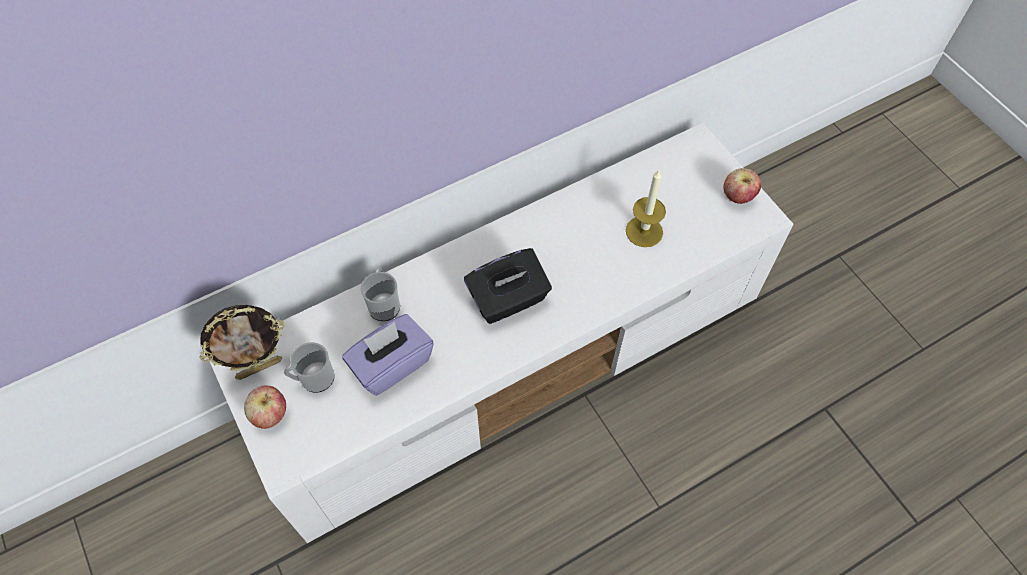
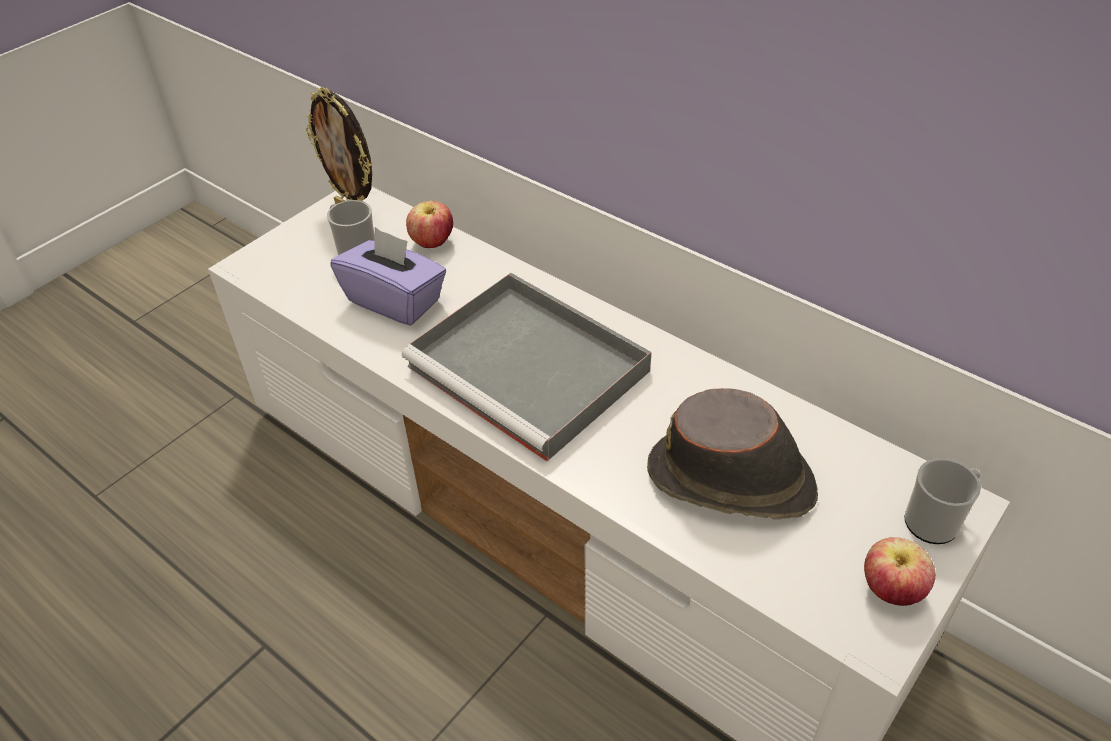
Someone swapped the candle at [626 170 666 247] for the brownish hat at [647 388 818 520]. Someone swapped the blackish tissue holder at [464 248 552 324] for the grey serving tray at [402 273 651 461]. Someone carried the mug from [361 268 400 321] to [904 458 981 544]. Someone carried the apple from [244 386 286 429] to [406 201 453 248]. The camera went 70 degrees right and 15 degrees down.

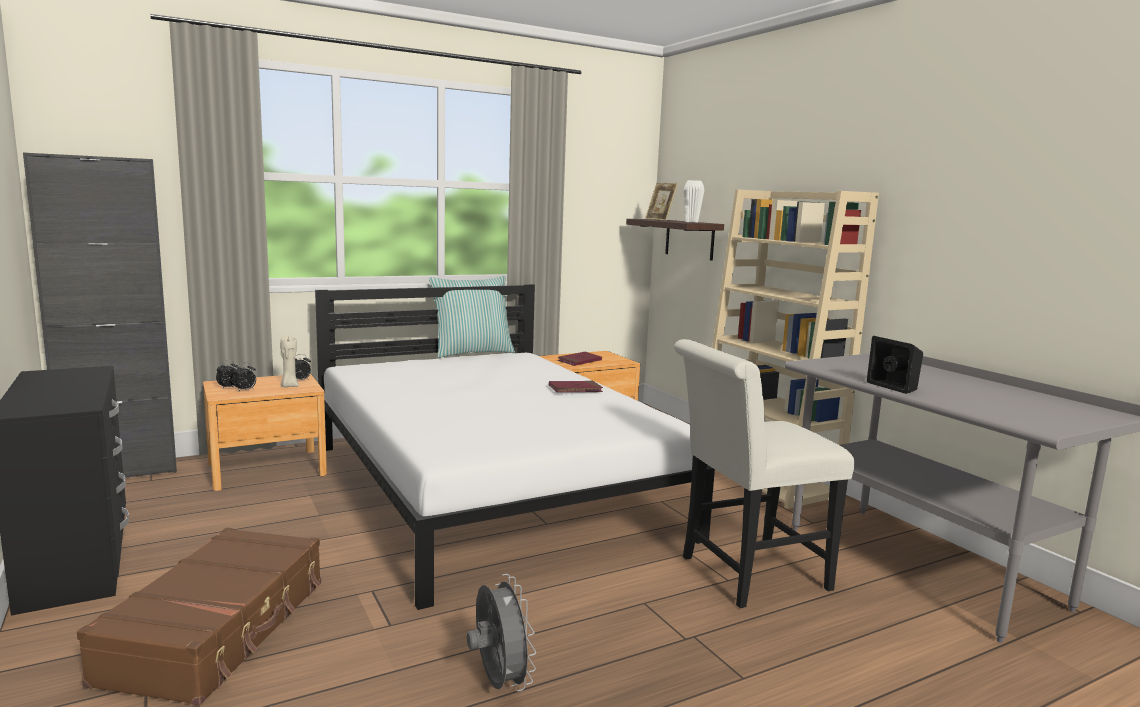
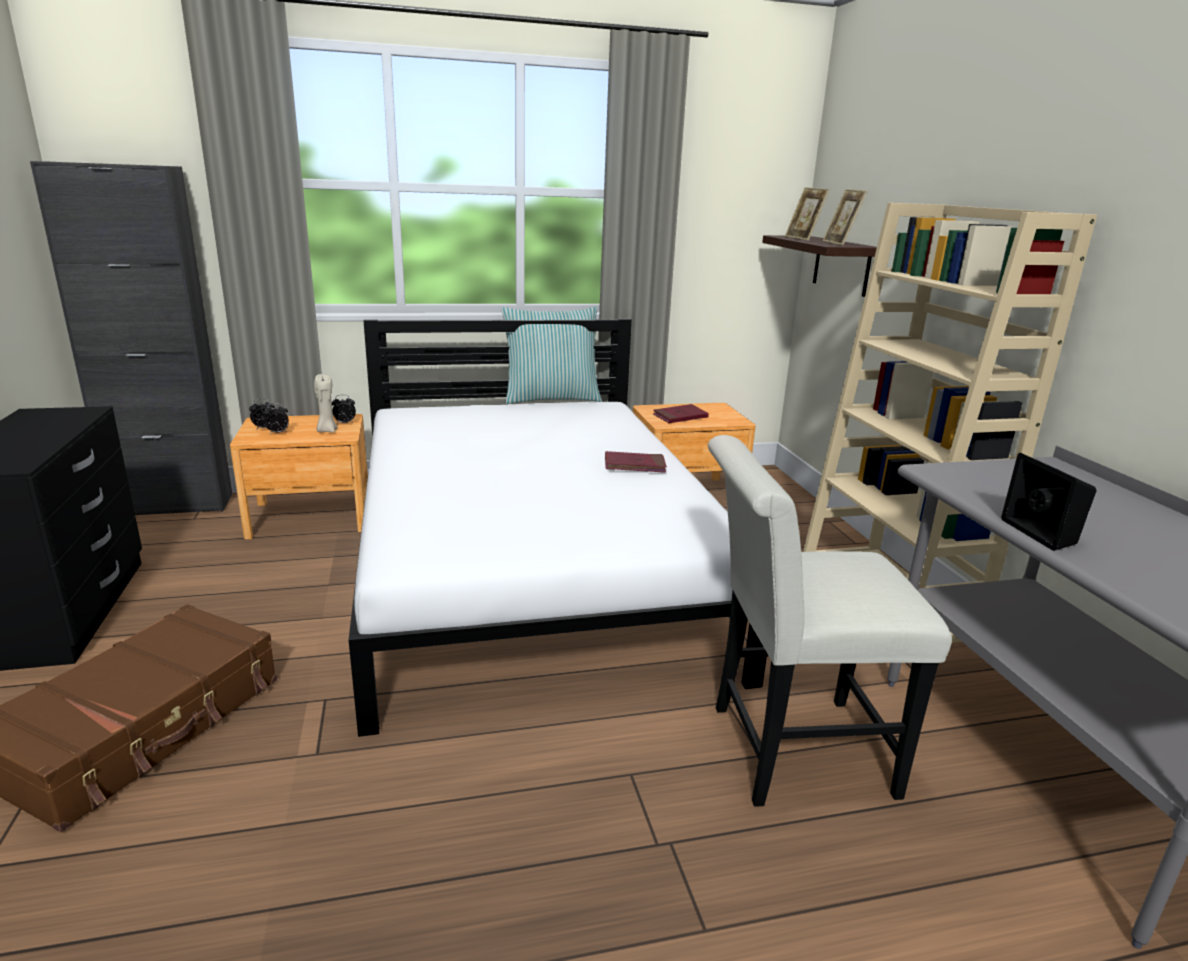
Someone swapped the whitish vase at [684 180 704 223] for the standing frame at [823 189 868 246]. Someone took away the grey fan at [467 574 536 692]. The camera went 15 degrees right and 10 degrees up.

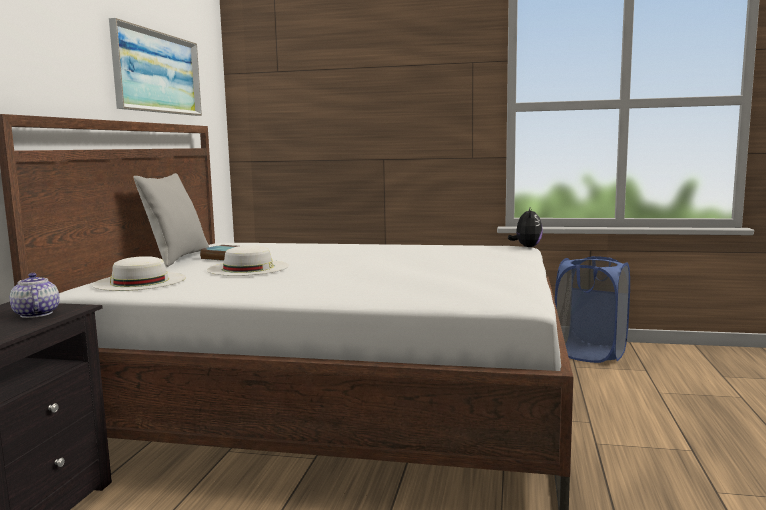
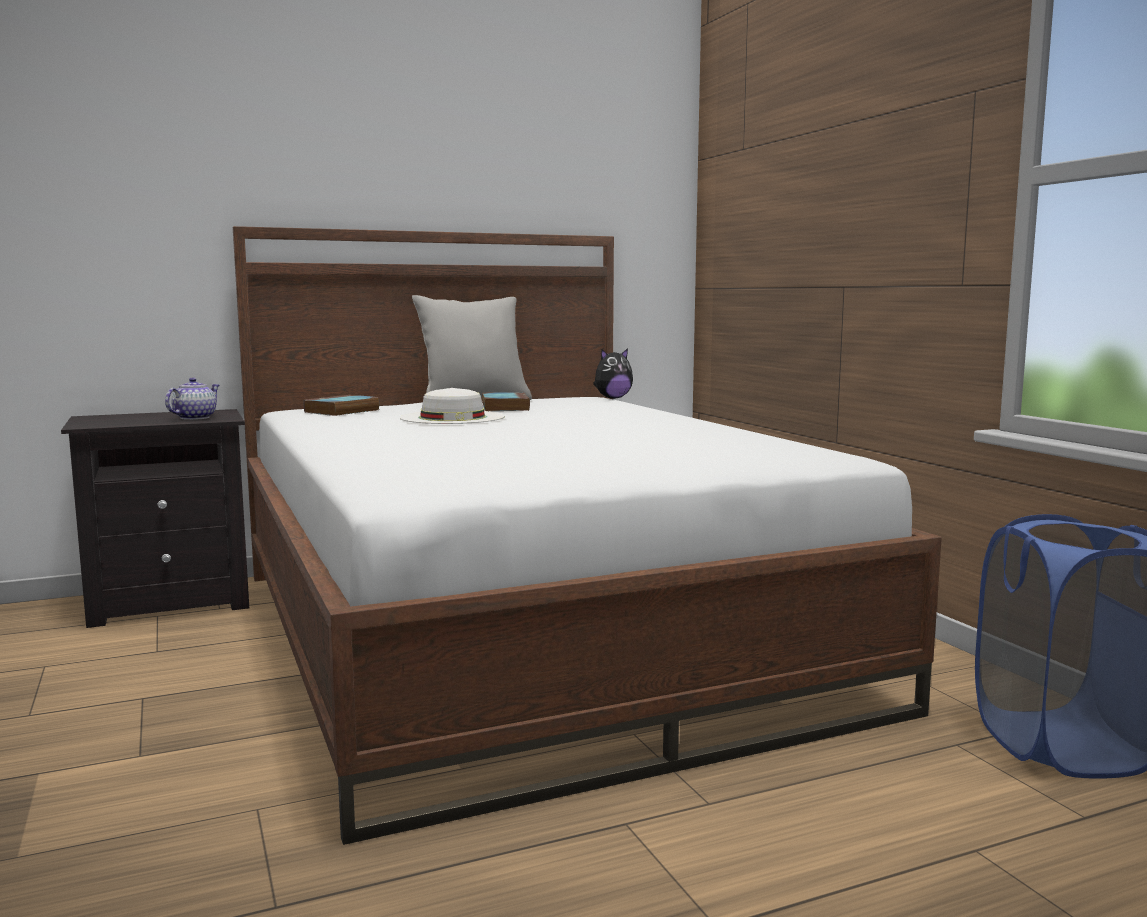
Someone took away the wall picture at [109 18 202 116]. Someone carried the cuddly toy from [508 208 543 247] to [593 349 633 399]. Someone swapped the whitish hat at [92 256 186 291] for the book at [303 395 380 416]. The camera went 55 degrees right and 0 degrees up.

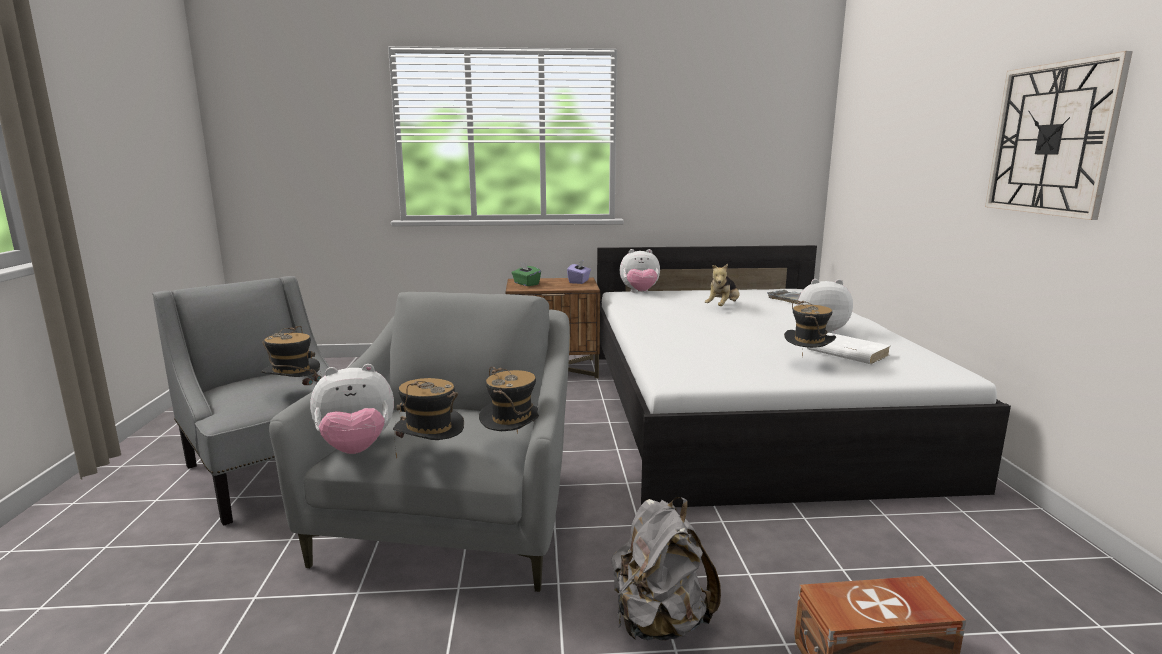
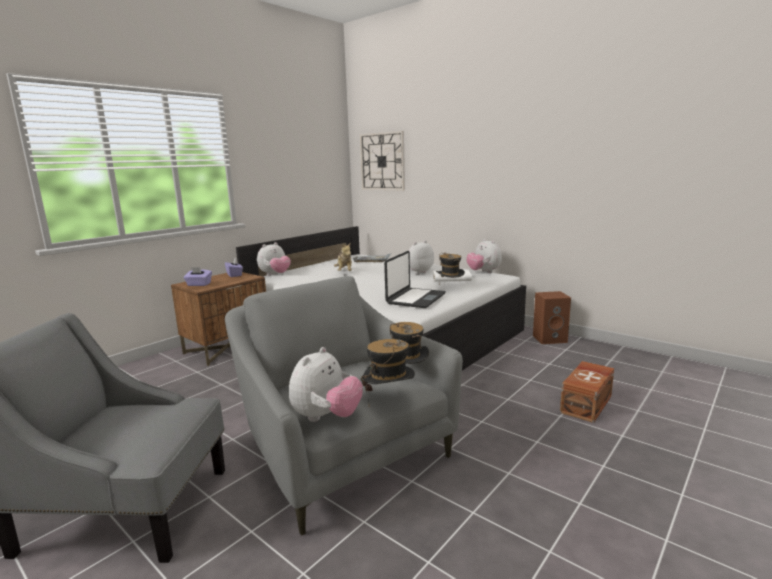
Someone carried the hanging clock from [985 51 1133 220] to [360 131 405 190]. Someone repainted the green-coloured tissue holder at [512 262 541 286], which became the purplish tissue holder at [184 267 212 286]. Someone took away the hat at [261 326 322 385]. Someone took away the grey rucksack at [611 497 721 640]. Someone put down the cuddly toy at [466 239 502 273]. Someone put down the portable computer at [384 251 446 308]. Someone put down the brownish loudspeaker at [533 291 571 344]. The camera went 45 degrees left and 0 degrees up.

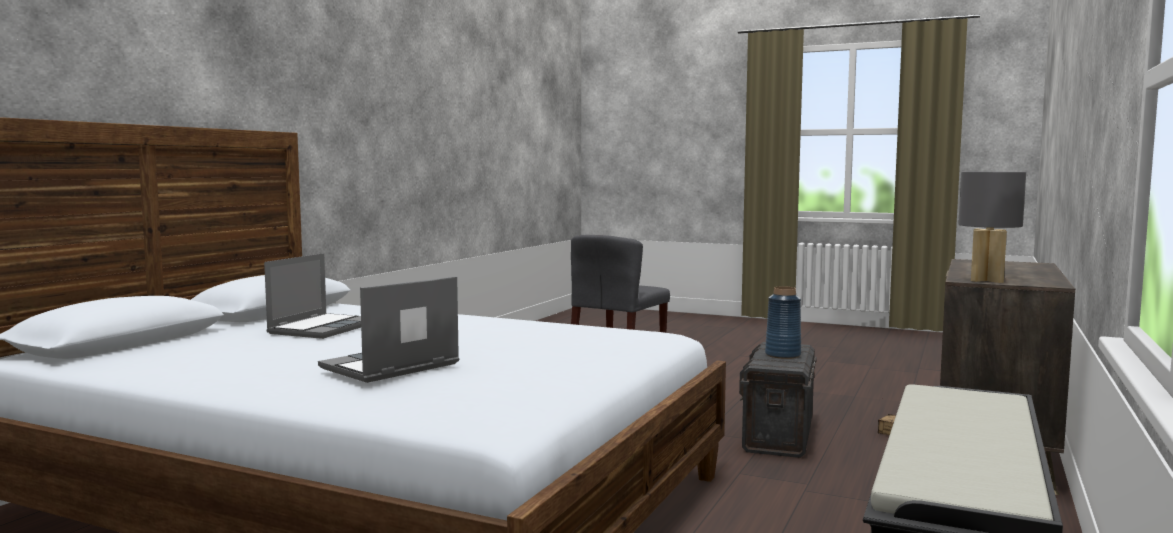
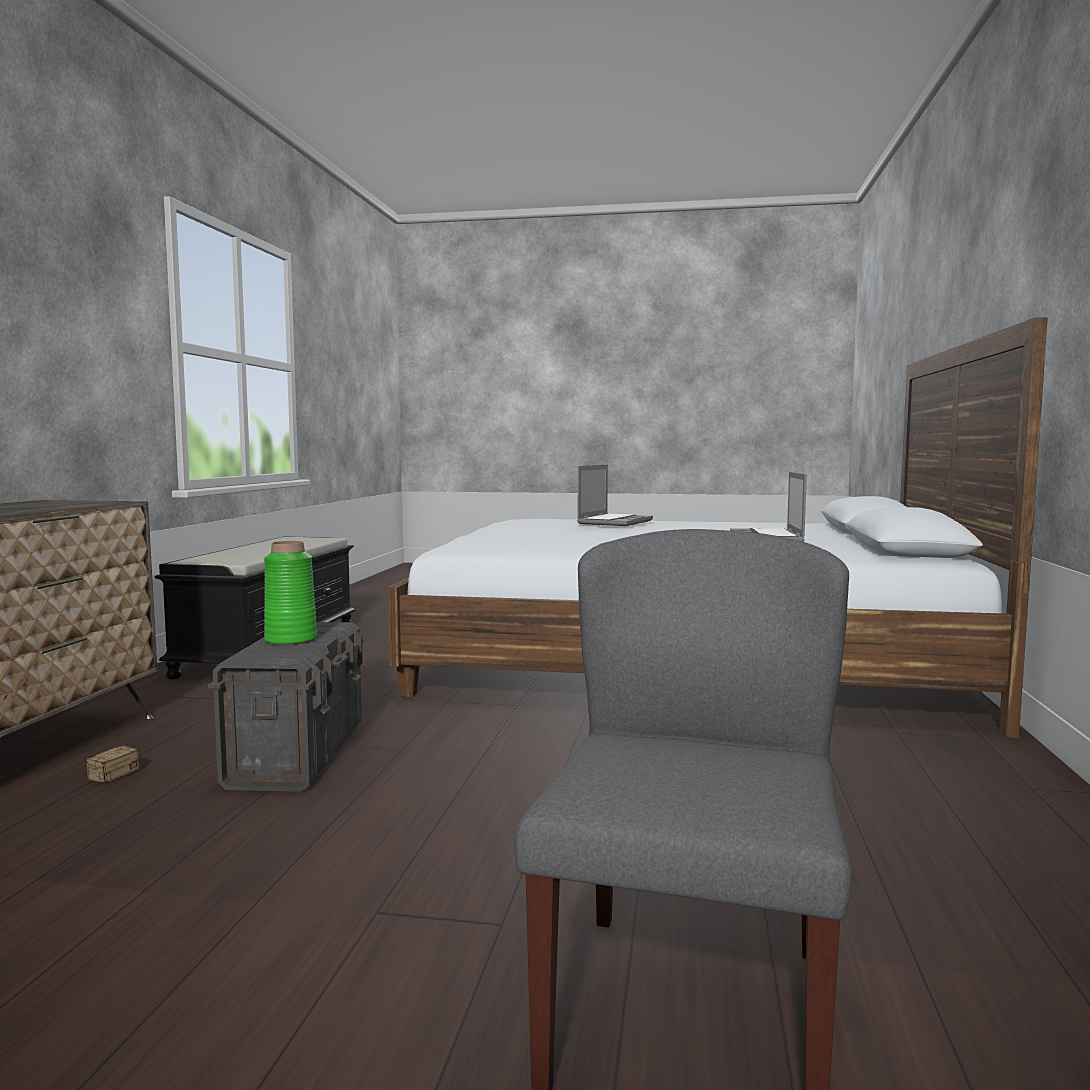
Someone took away the grey lamp for a table at [958 172 1026 283]. Someone repainted the bluish vase at [765 286 801 359], which became the green-coloured vase at [264 541 317 645]. The camera went 165 degrees right and 0 degrees up.

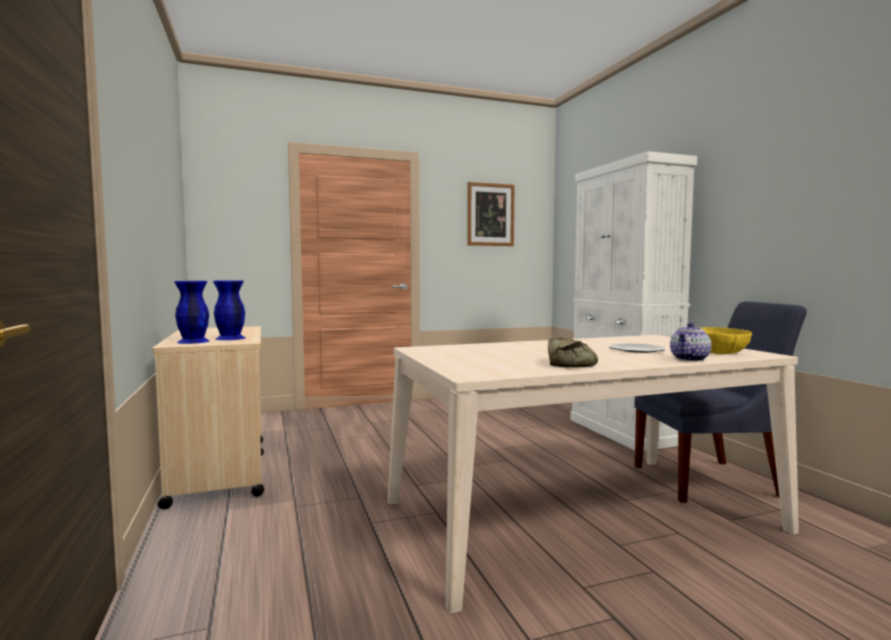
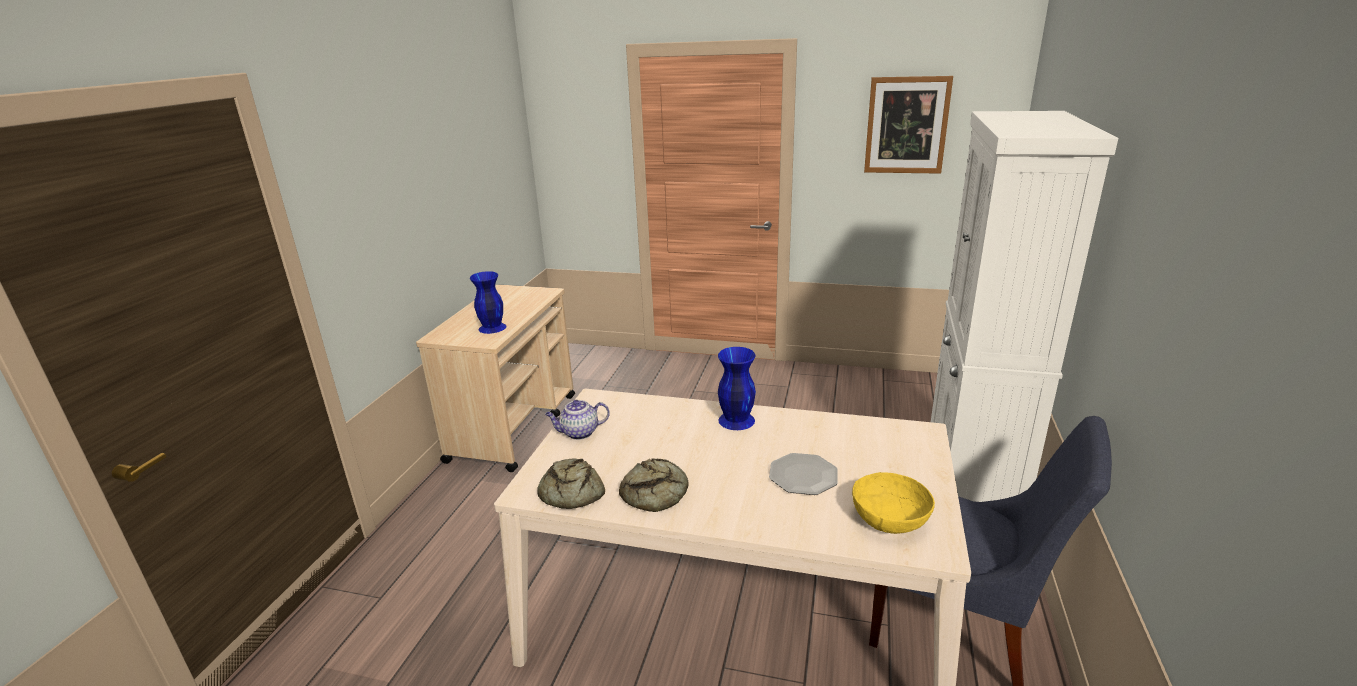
Someone carried the bluish vase from [174 281 210 344] to [718 347 756 430]. Someone carried the tea pot from [670 323 712 361] to [545 400 610 440]. Someone put down the bakery bread at [537 458 605 509]. The camera went 35 degrees right and 20 degrees up.

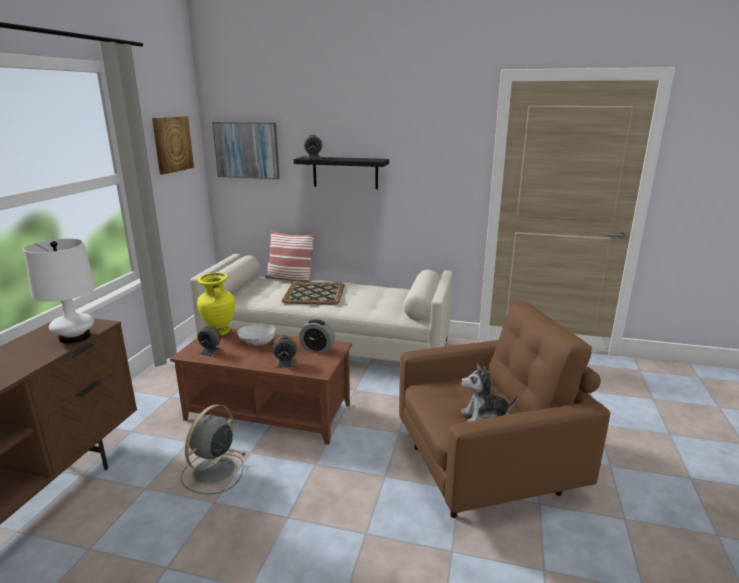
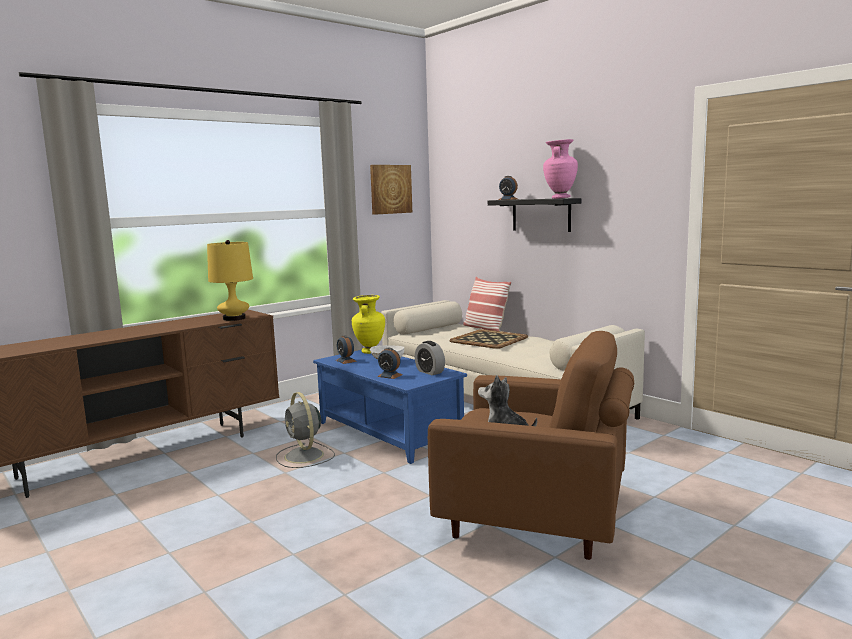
Someone took away the wall picture at [212 122 280 179]. Someone repainted the whitish lamp for a table at [23 239 96 344], which became the yellowish lamp for a table at [207 240 253 321]. Someone repainted the brownish low table at [170 329 352 445], which became the bluish low table at [313 350 467 464]. Someone rotated the grey fan at [181 404 245 495] by 90 degrees counterclockwise. Someone put down the pink-coloured vase at [543 139 578 199]. The camera went 35 degrees right and 10 degrees down.

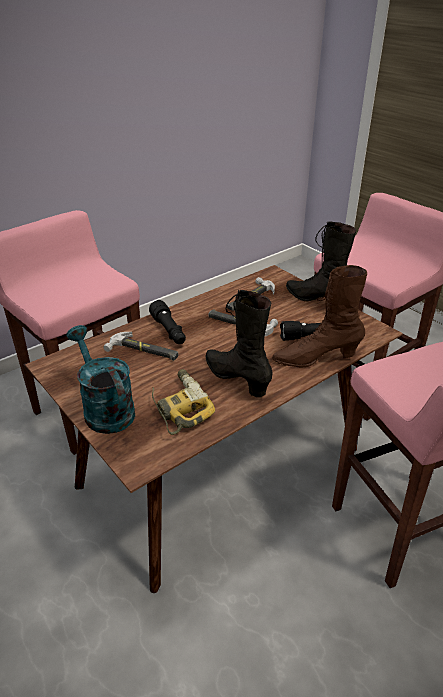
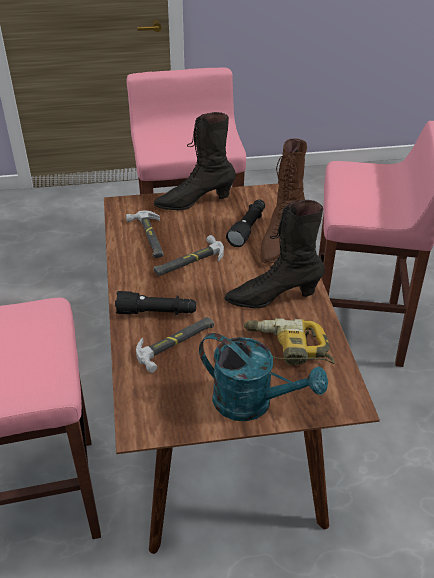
Someone rotated the blue-green watering can at [66 325 135 434] by 150 degrees counterclockwise. The camera went 60 degrees left and 5 degrees up.

